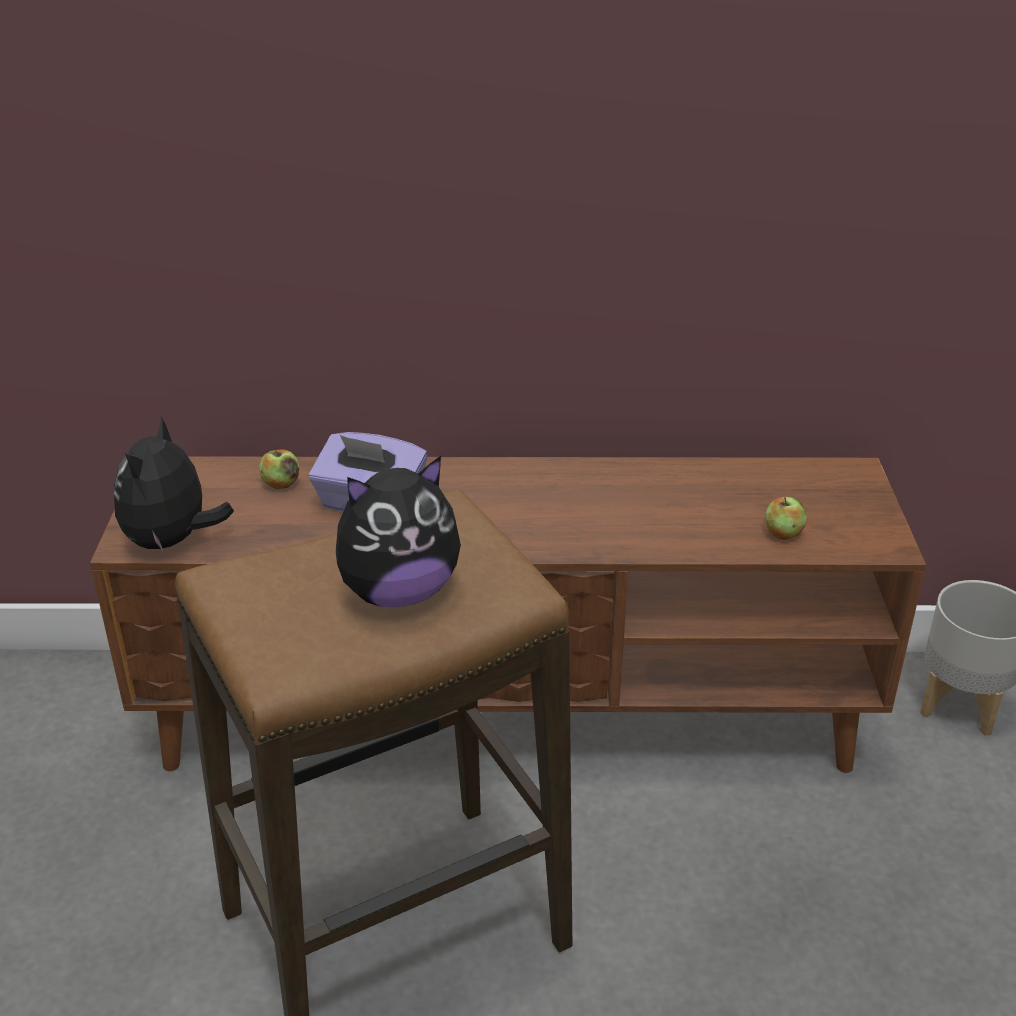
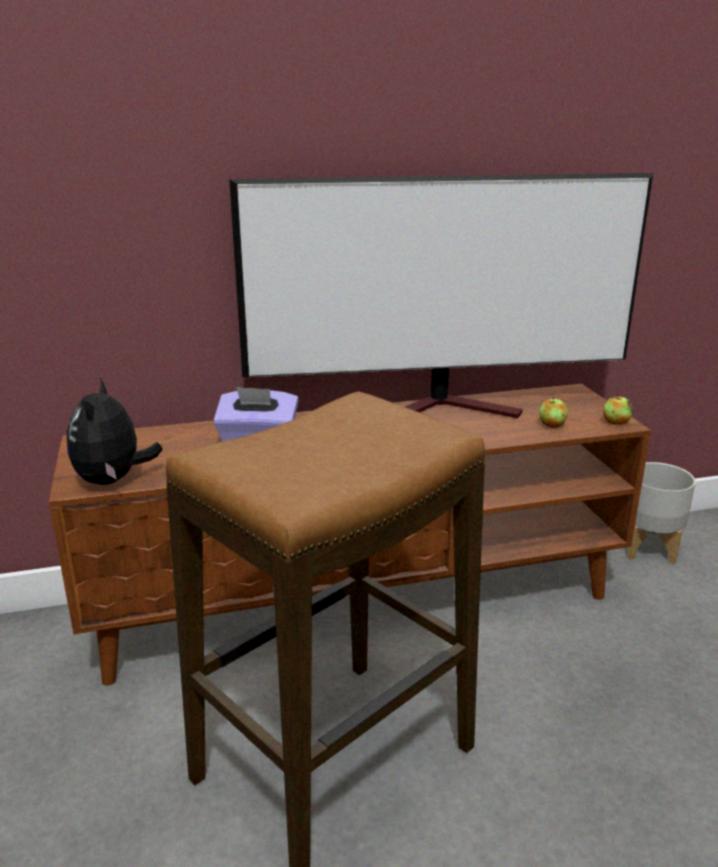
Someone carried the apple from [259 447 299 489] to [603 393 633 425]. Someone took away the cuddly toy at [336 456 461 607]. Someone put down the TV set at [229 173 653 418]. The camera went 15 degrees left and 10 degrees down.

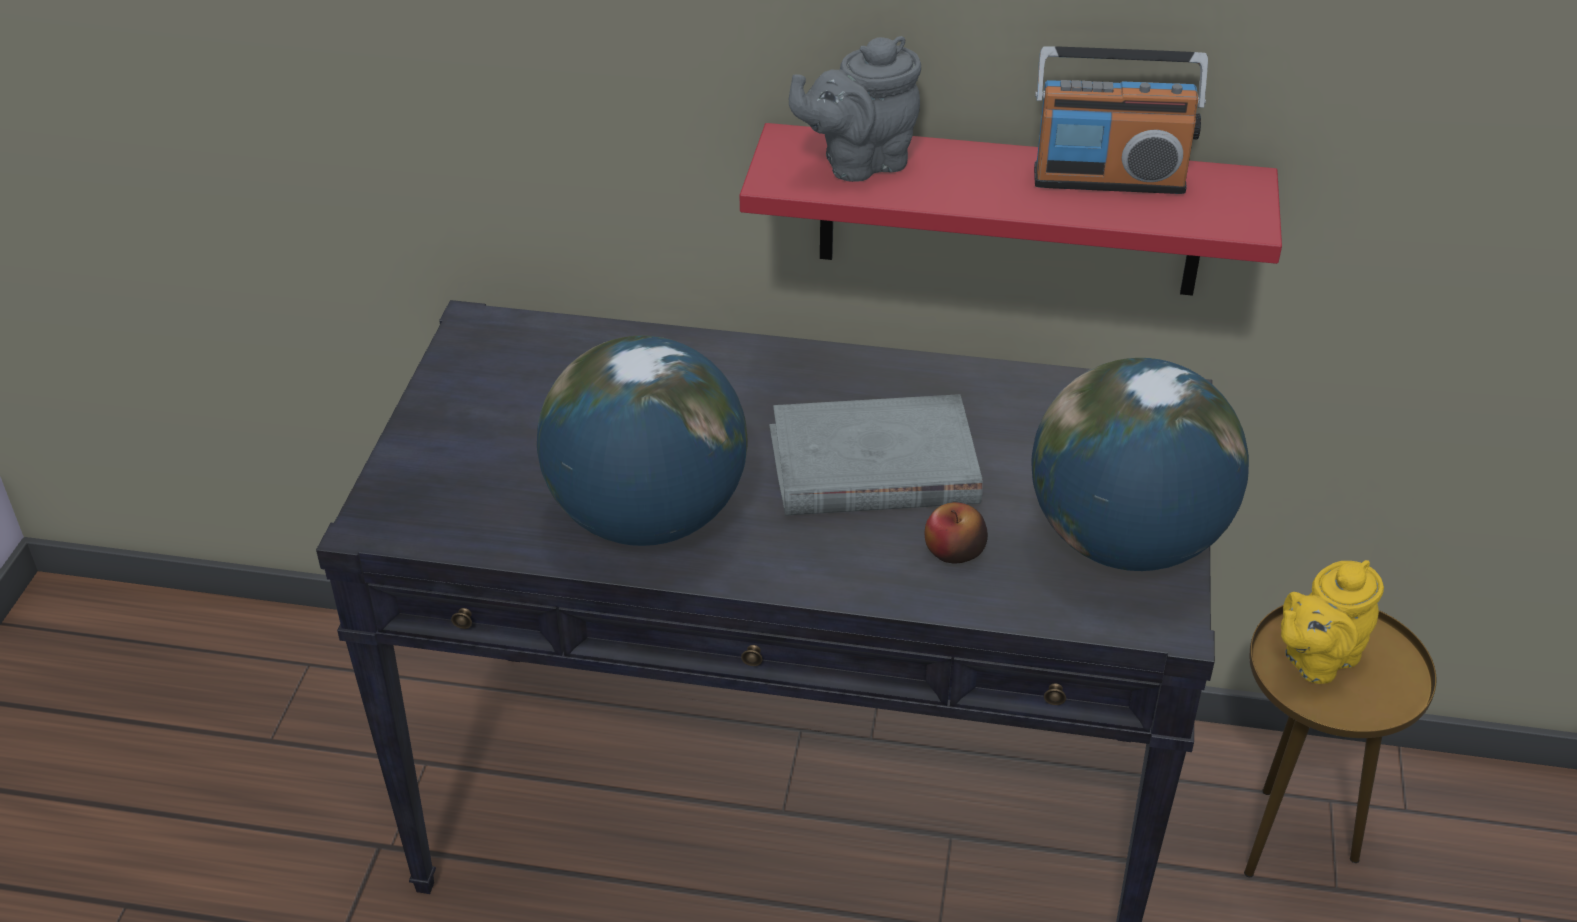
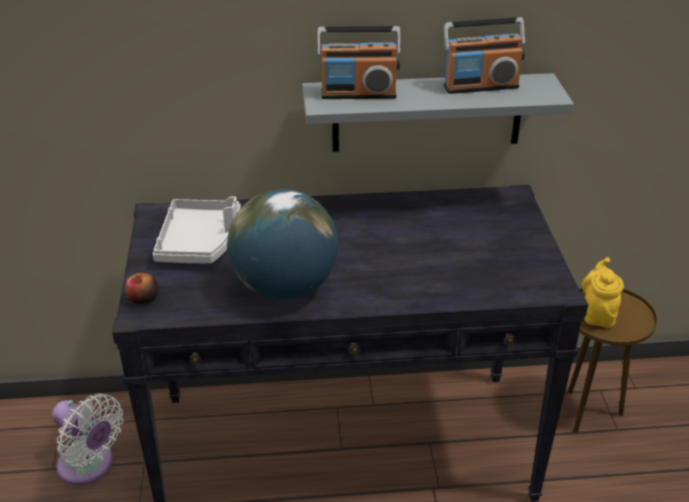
Someone swapped the grey tea pot at [789 36 921 182] for the radio receiver at [317 26 401 99]. Someone repainted the red wall shelf at [740 123 1282 296], which became the grey wall shelf at [302 73 574 152]. Someone took away the world globe at [1031 358 1249 571]. Someone took away the grey book at [769 394 983 516]. Someone carried the apple from [925 502 988 564] to [125 273 159 304]. Someone rotated the yellowish tea pot at [1281 560 1384 684] by 150 degrees clockwise. Someone put down the grey serving tray at [153 196 241 263]. Someone put down the whitish fan at [52 394 123 485]. The camera went 15 degrees left and 5 degrees down.

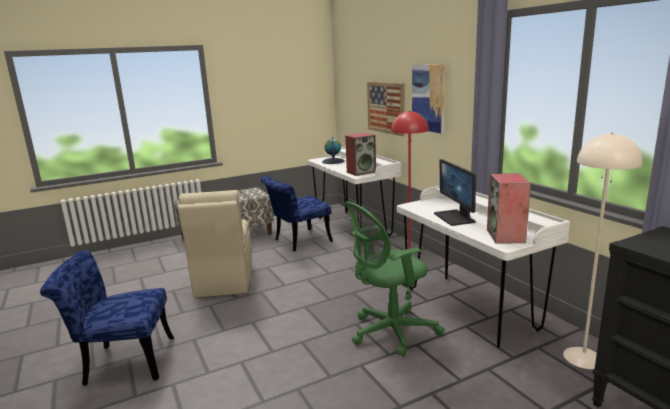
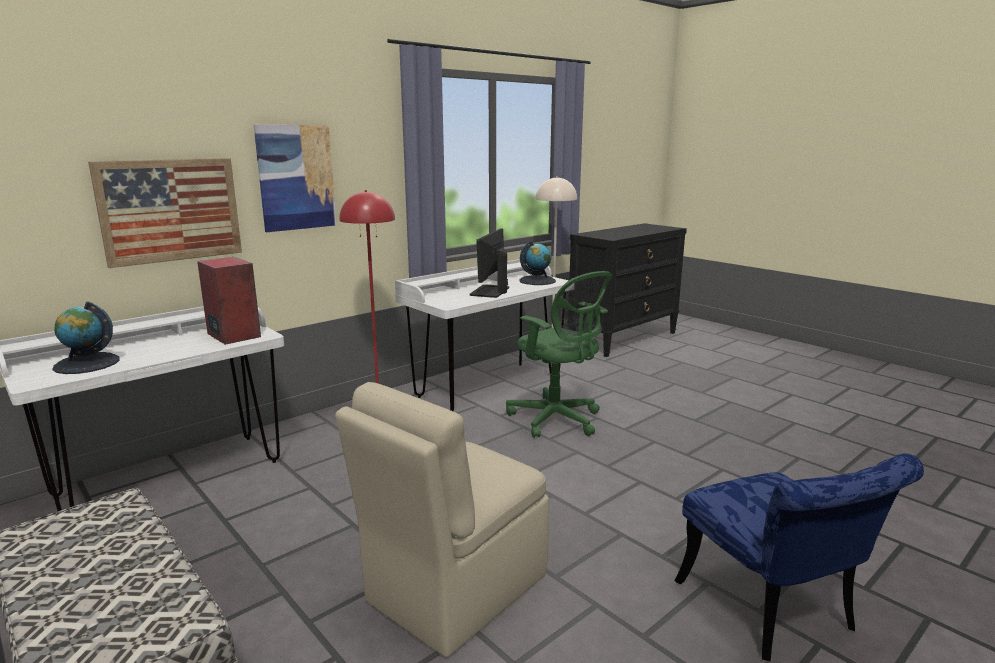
Someone rotated the computer screen at [434 159 476 226] by 135 degrees clockwise. Someone swapped the loudspeaker at [487 173 531 244] for the world globe at [519 241 556 285]. Someone took away the bluish chair at [261 175 333 251]. Someone rotated the sand-coloured chair at [178 190 252 297] by 150 degrees clockwise. The camera went 105 degrees left and 0 degrees up.

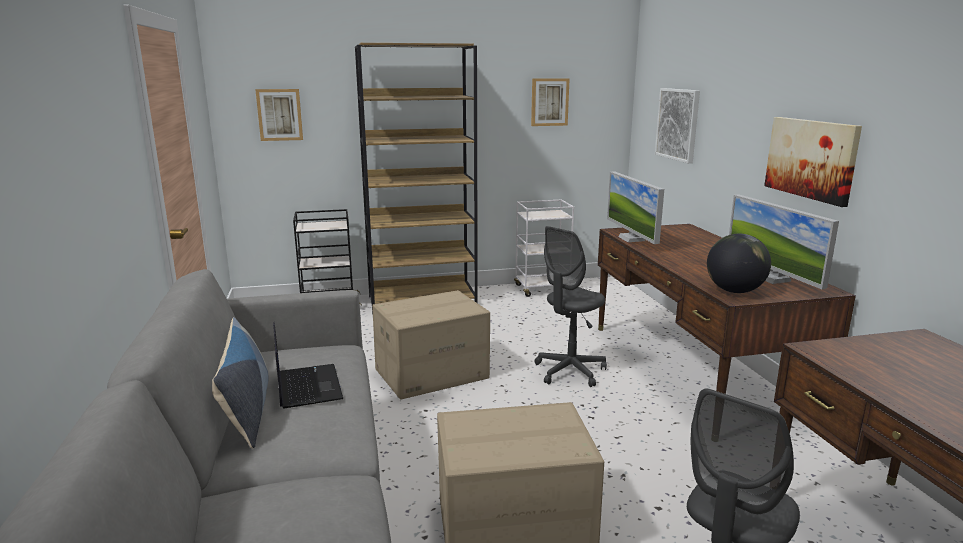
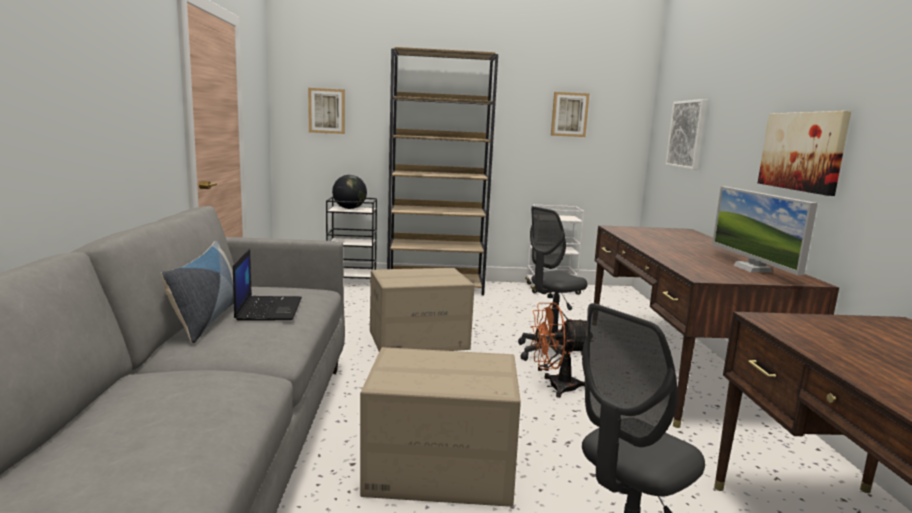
Someone took away the computer screen at [607 171 664 244]. Someone carried the world globe from [707 234 771 293] to [332 175 367 209]. Someone put down the orange-coloured fan at [530 302 587 398]. The camera went 10 degrees right and 5 degrees down.

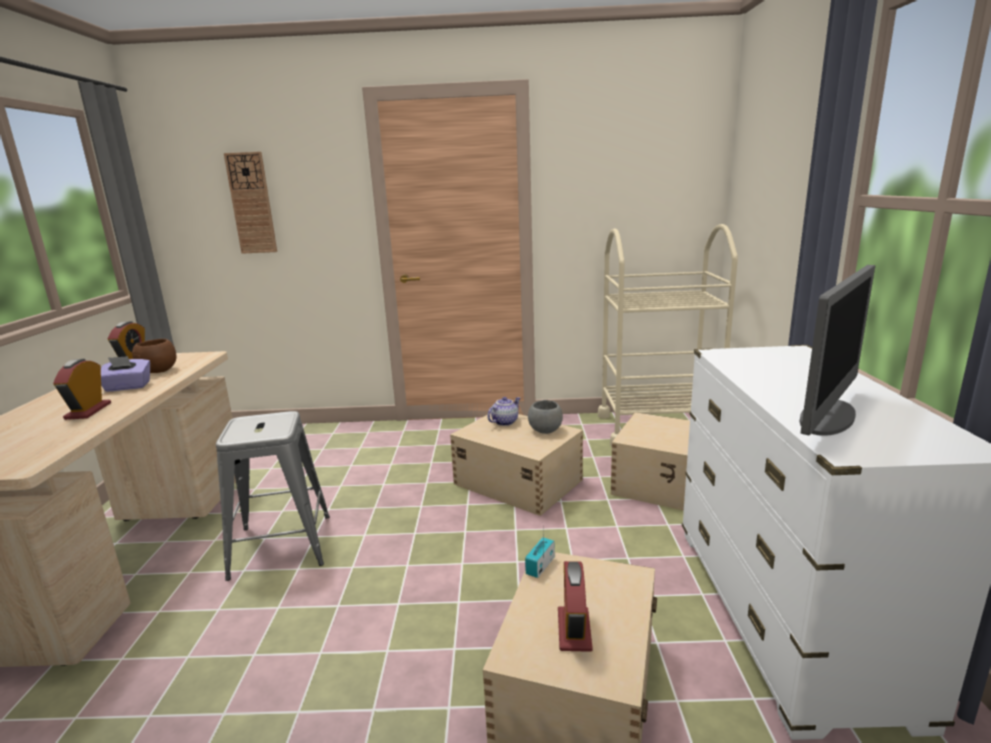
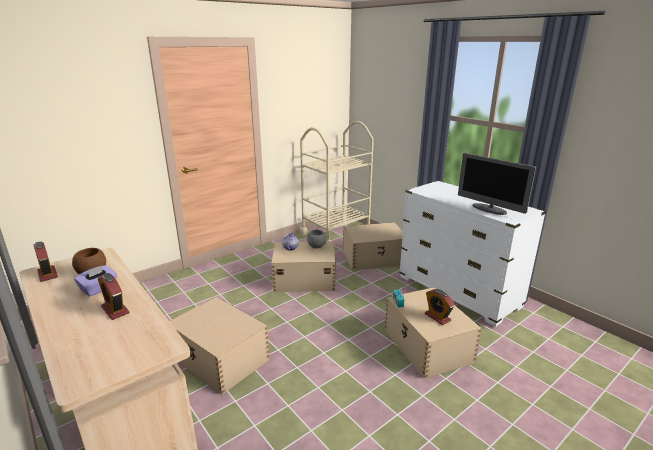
Someone took away the hanging clock at [224 152 277 254]. Someone rotated the computer screen at [800 265 875 436] by 135 degrees clockwise. Someone swapped the grey stool seat at [216 411 330 581] for the sand-coloured storage bin at [169 297 270 395]. The camera went 40 degrees left and 5 degrees up.

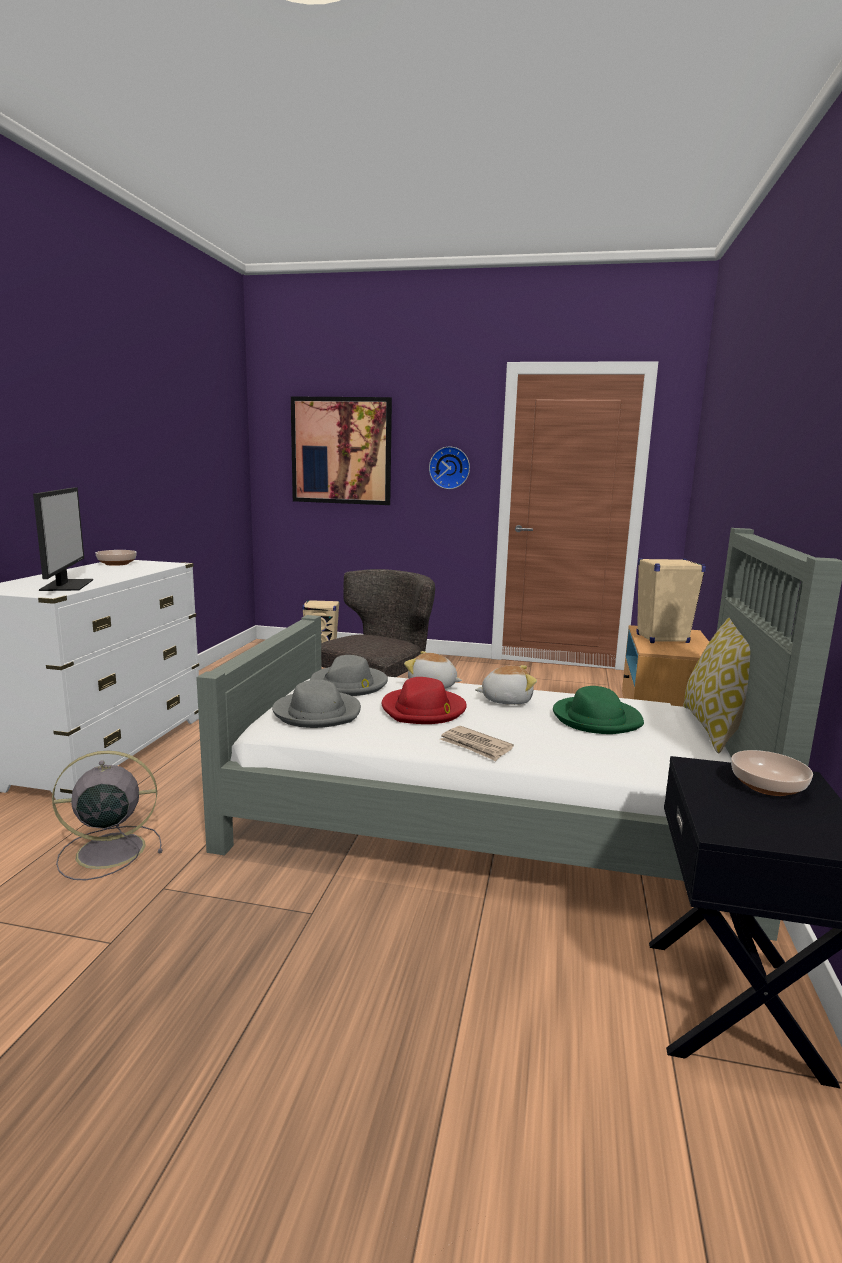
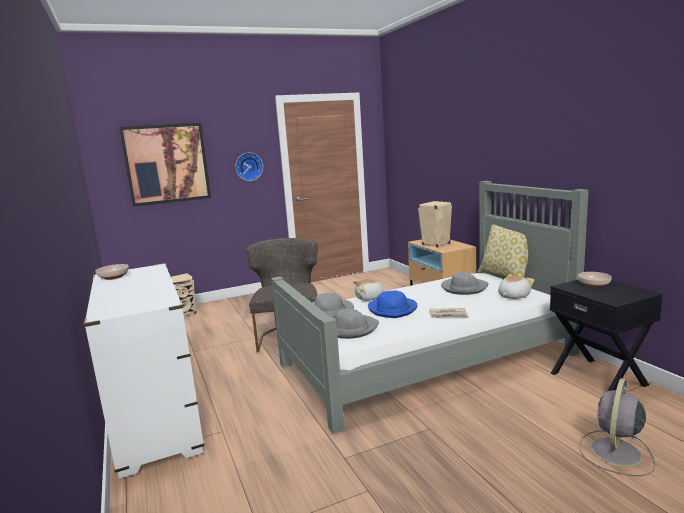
Someone took away the computer screen at [33 487 93 591]. Someone carried the cuddly toy from [475 665 537 705] to [498 274 534 299]. Someone repainted the red hat at [382 677 467 724], which became the bluish hat at [368 291 418 318]. Someone repainted the green-coloured hat at [553 686 644 734], which became the grey hat at [441 272 488 295]. Someone carried the grey fan from [52 751 162 880] to [579 378 655 476]. The camera went 35 degrees left and 0 degrees up.

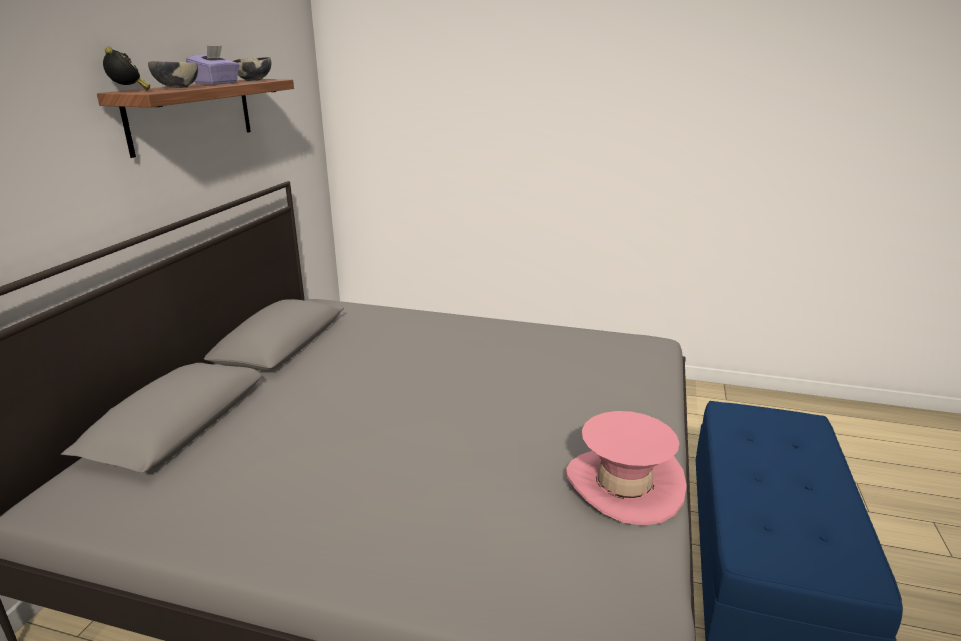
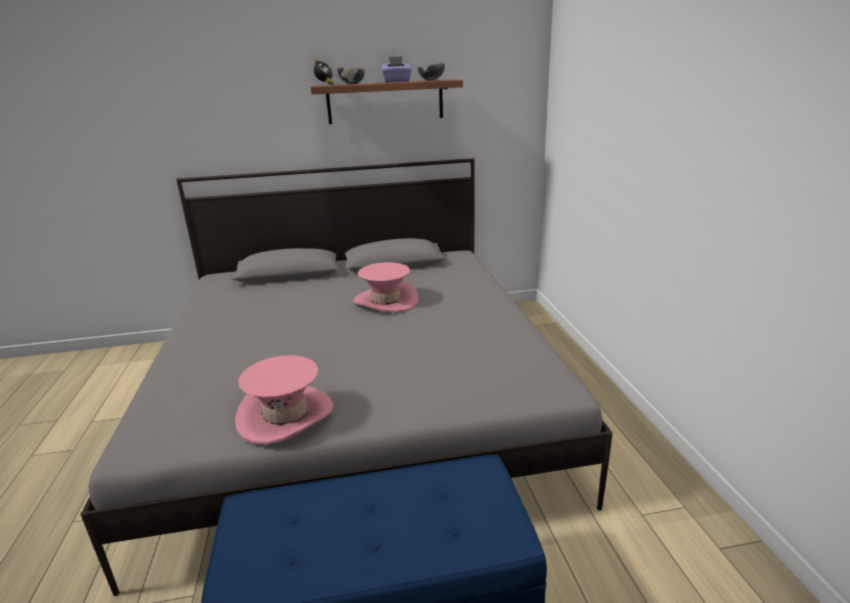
Someone put down the pink-coloured hat at [353 262 419 313]. The camera went 65 degrees right and 0 degrees up.

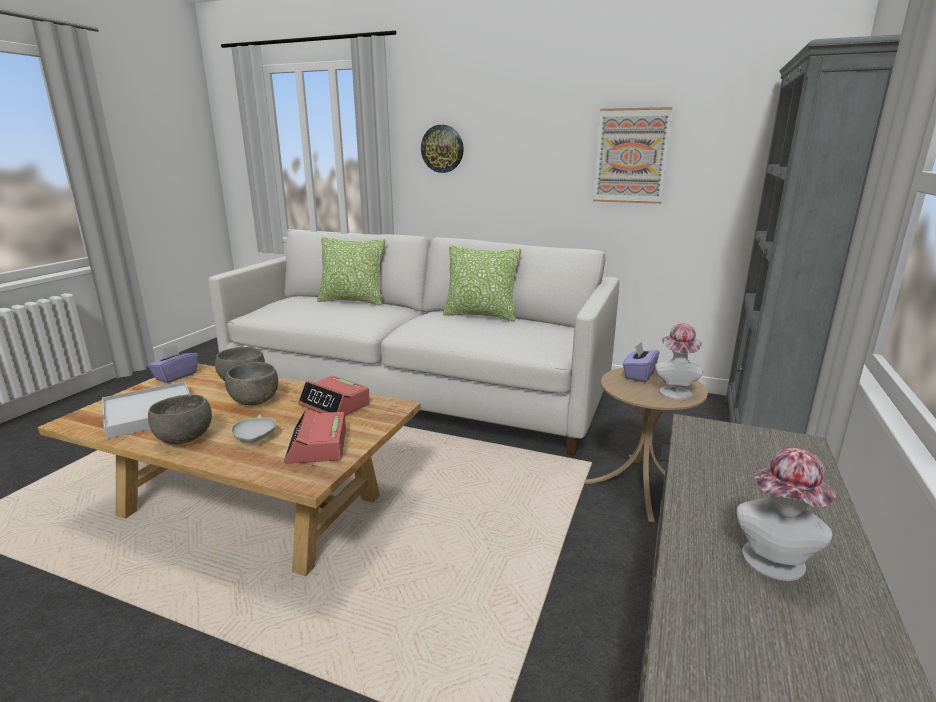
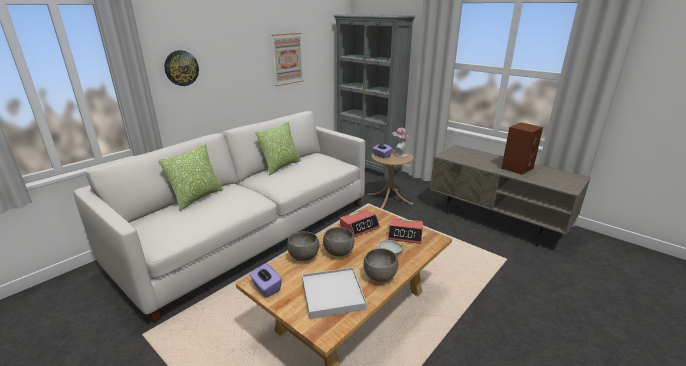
Someone swapped the hat at [737 448 836 581] for the brownish loudspeaker at [501 122 543 175]. The camera went 70 degrees left and 5 degrees up.

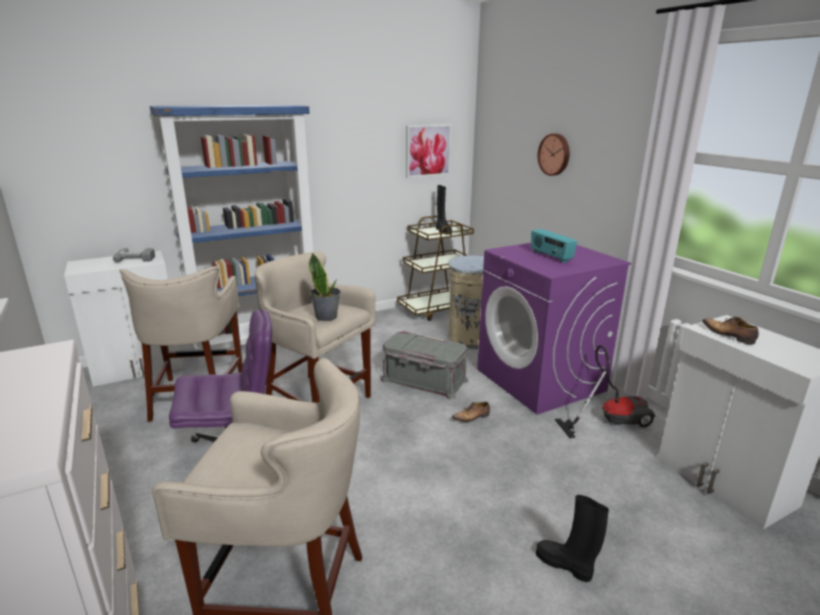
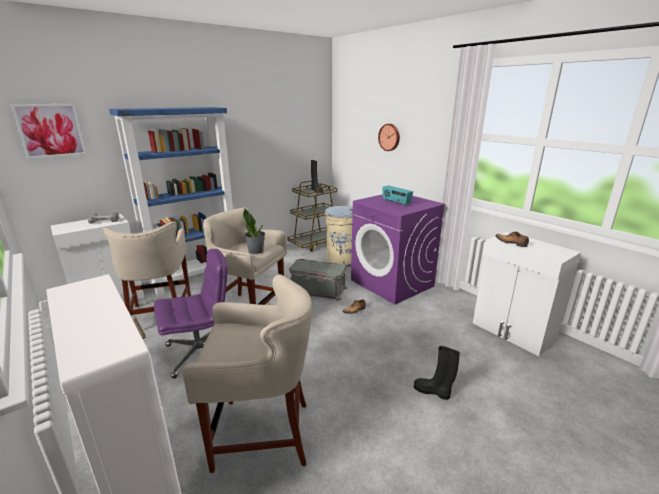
Someone carried the wall picture from [406 124 452 178] to [11 104 87 159]. Someone took away the hoover at [555 345 655 439]. The camera went 10 degrees left and 0 degrees up.

